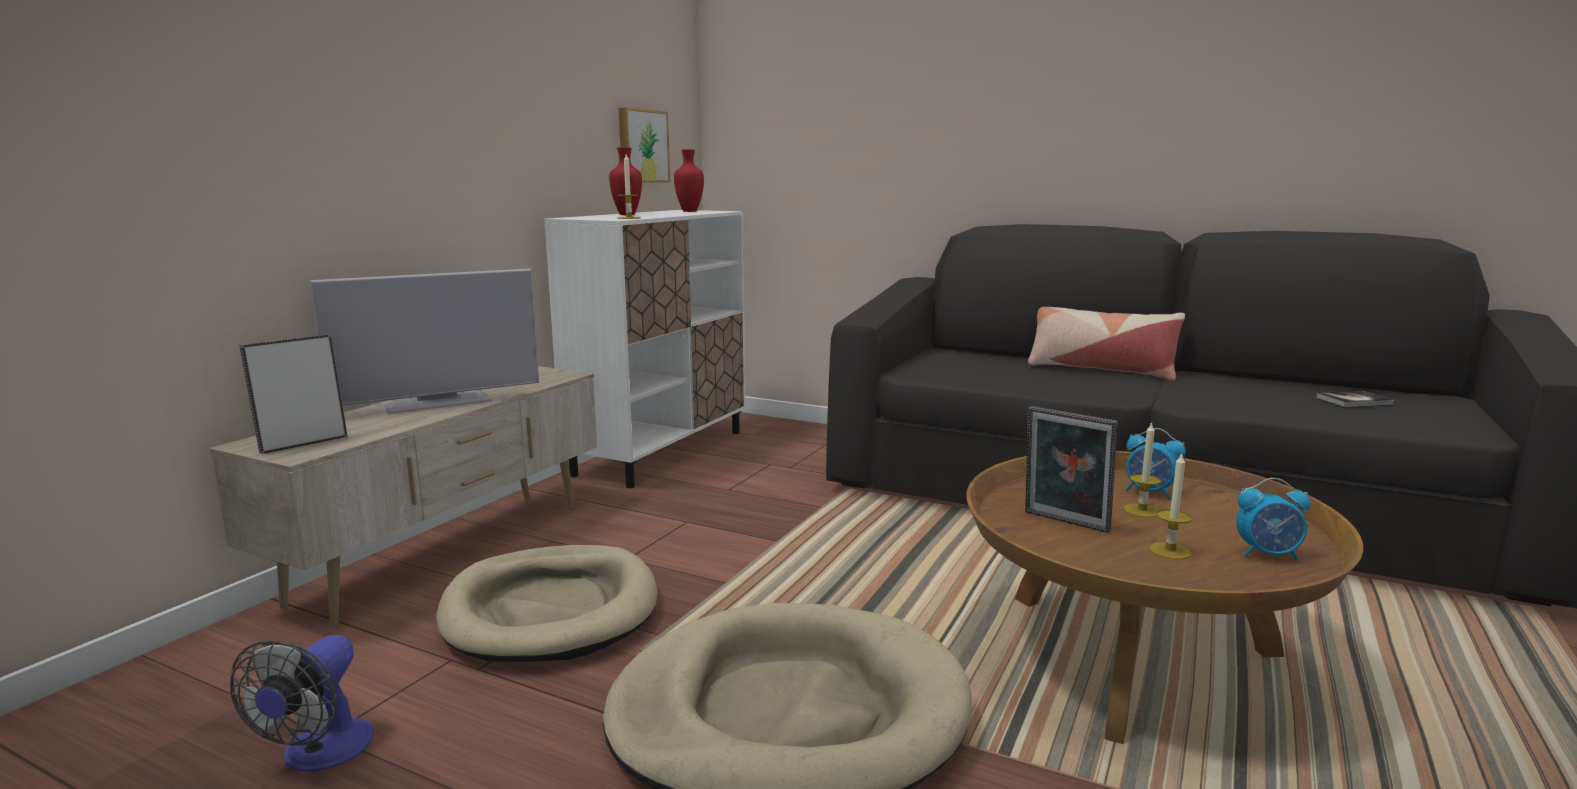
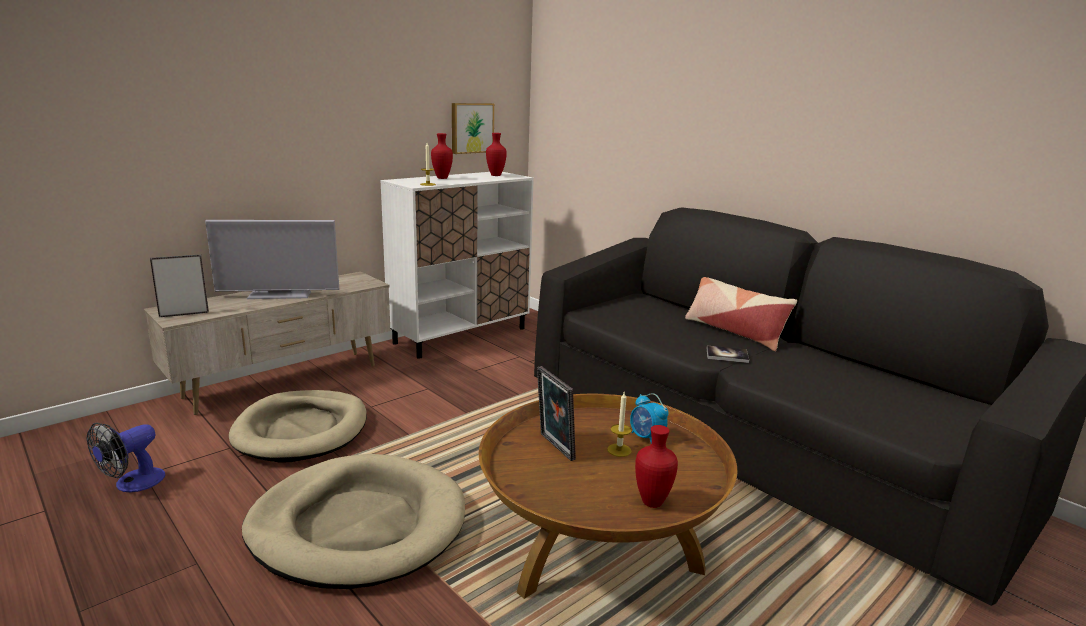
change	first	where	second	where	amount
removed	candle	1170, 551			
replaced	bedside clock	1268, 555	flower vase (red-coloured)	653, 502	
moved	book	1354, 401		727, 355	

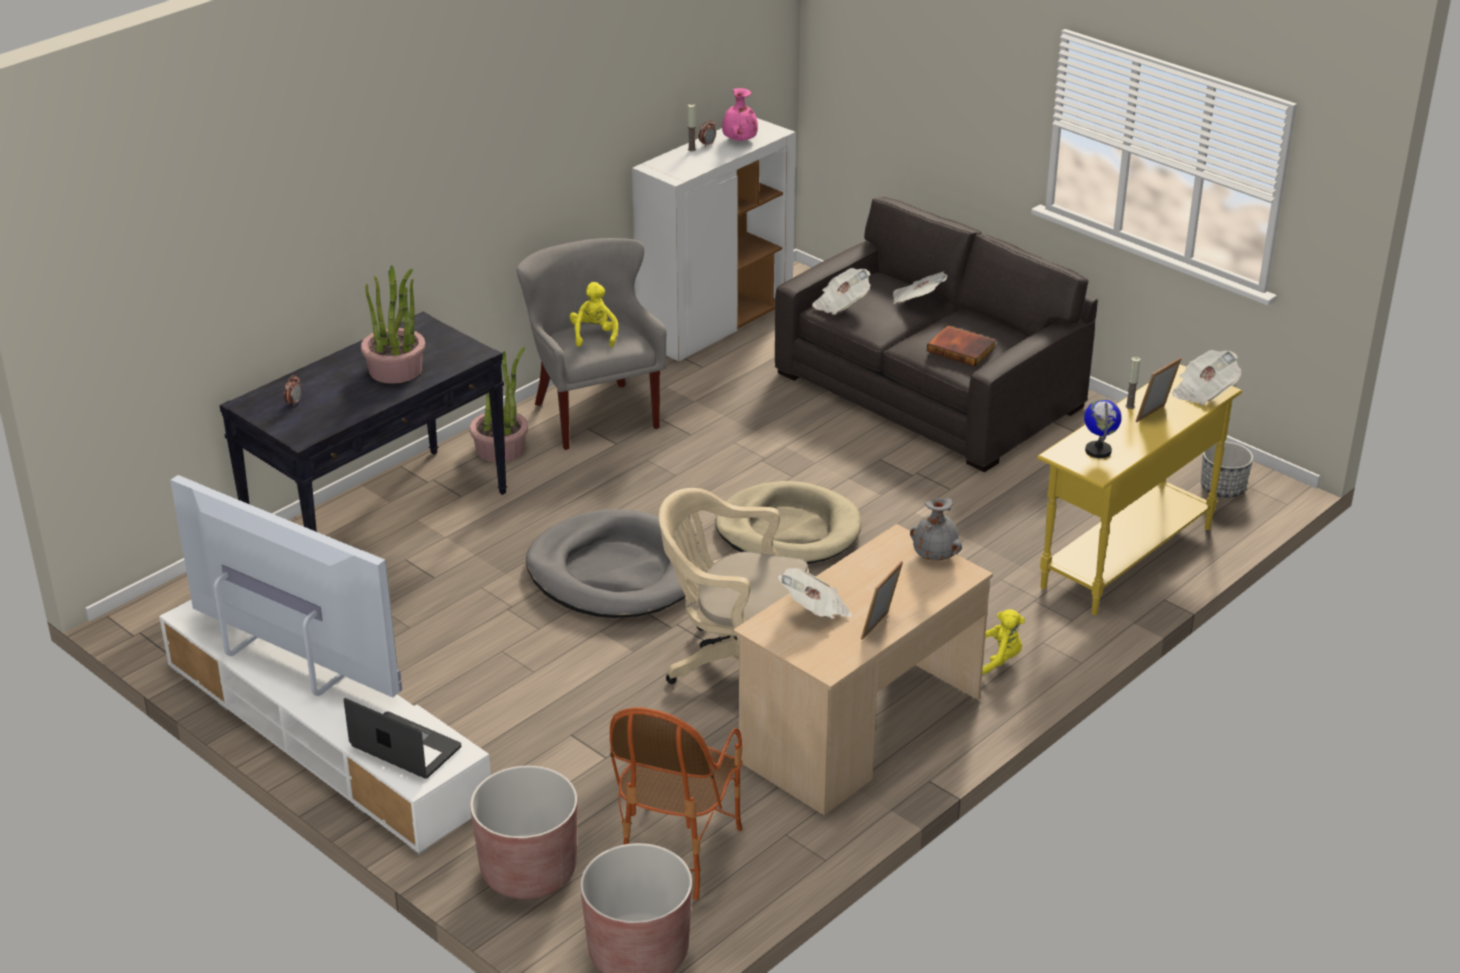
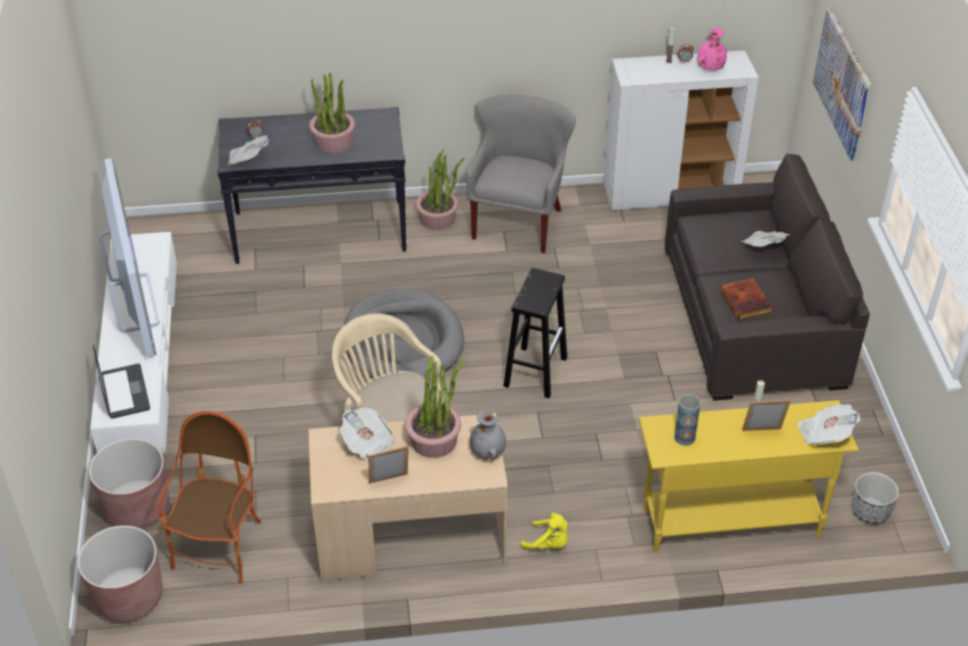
change	first	where	second	where	amount
removed	soft toy (yellowish)	594, 335			
turned	armchair	676, 851		220, 547	135 degrees clockwise
replaced	pet bed (beige-coloured)	788, 530	stool seat (black-coloured)	535, 371	
moved	printed paper	841, 305		248, 159	
replaced	world globe	1098, 451	flower vase	684, 437	
added			plant in a pot	434, 440	
added			picture	842, 83	

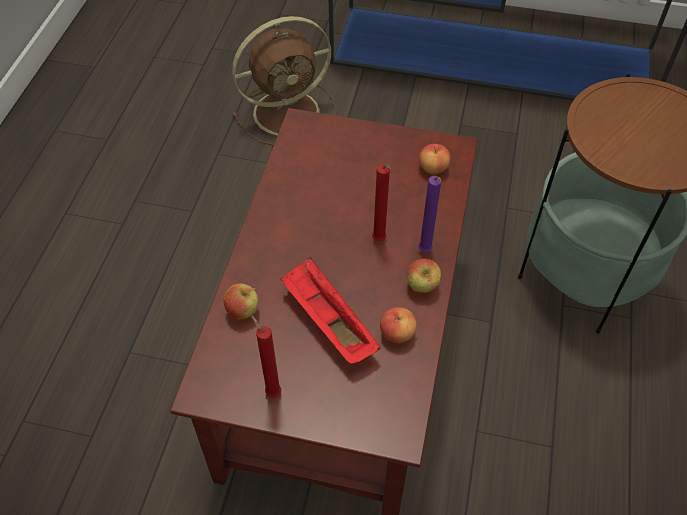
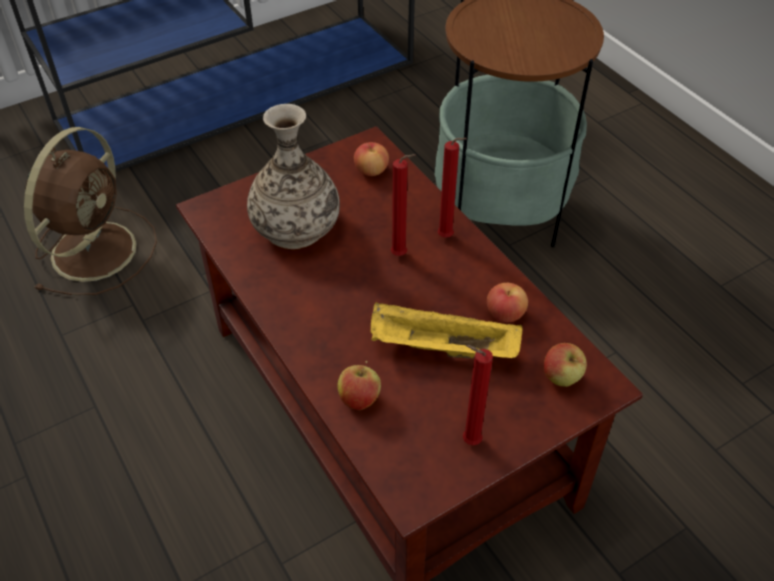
change	first	where	second	where	amount
recoloured	carrying tray (red-coloured)	327, 321	carrying tray (yellowish)	441, 349	
moved	apple fruit	422, 286		561, 378	
recoloured	candle (purplish)	425, 252	candle (red-coloured)	447, 237	
added			flower vase	295, 227	

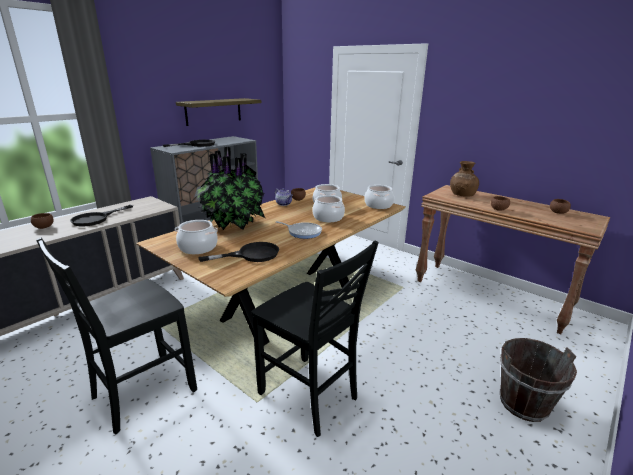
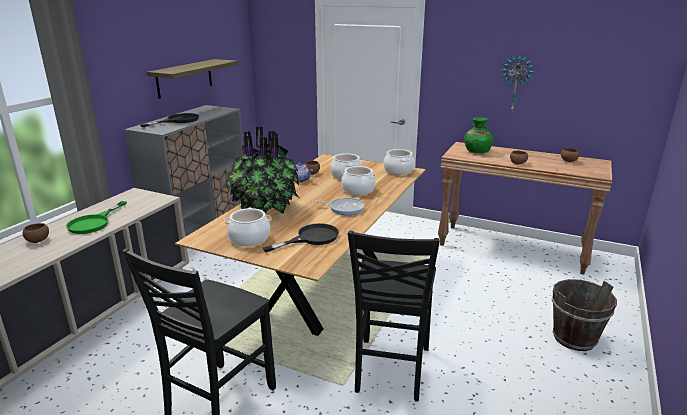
change	first	where	second	where	amount
recoloured	skillet (black-coloured)	96, 219	skillet (green-coloured)	94, 222	
turned	chair (black-coloured)	310, 396		390, 370	75 degrees clockwise
recoloured	flower vase (brown-coloured)	462, 194	flower vase (green-coloured)	476, 151	
added			wall clock	516, 83	

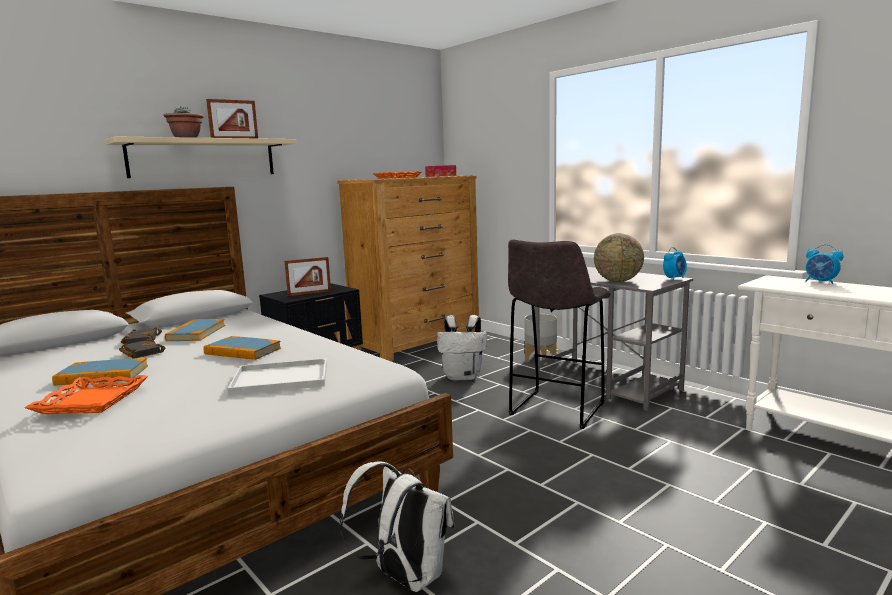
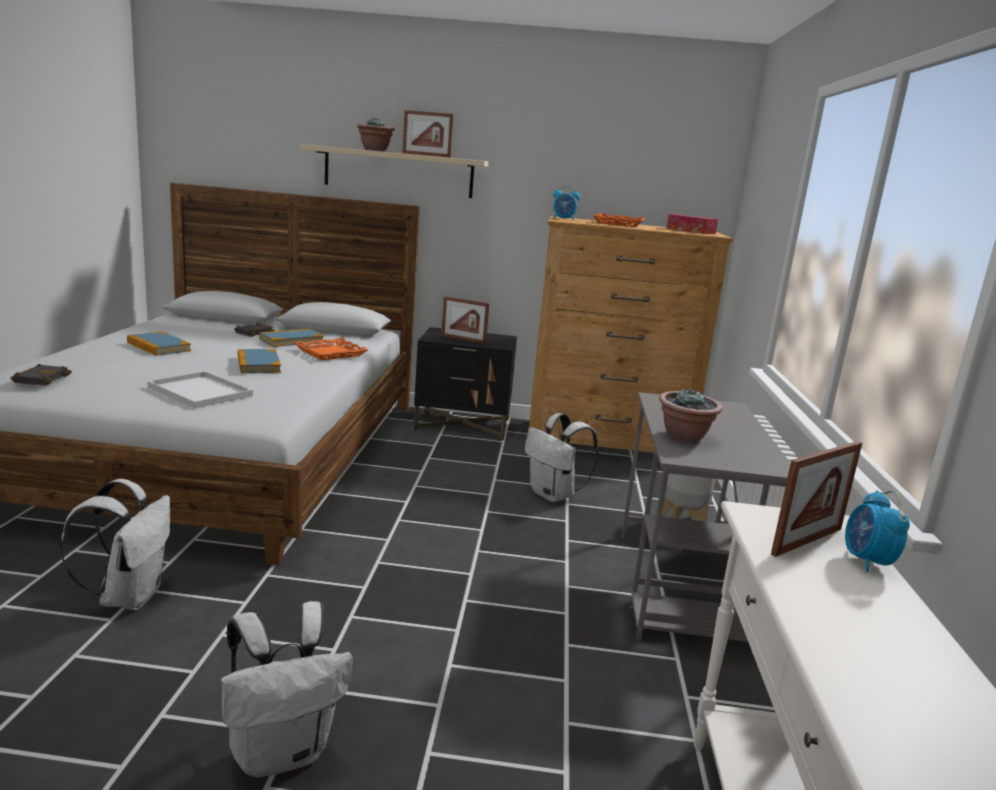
change	first	where	second	where	amount
moved	carrying tray (orange-coloured)	91, 401		330, 353	
moved	book (black-coloured)	140, 353		41, 379	
removed	stool seat (gray)	556, 410			
replaced	world globe	618, 281	plant in a pot	684, 437	
moved	bedside clock	674, 278		564, 219	
added			knapsack (white)	282, 752	
added			picture frame	807, 541	

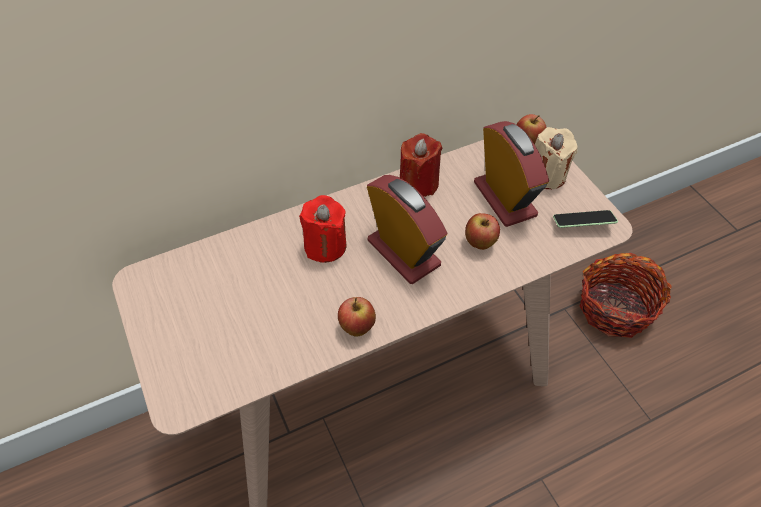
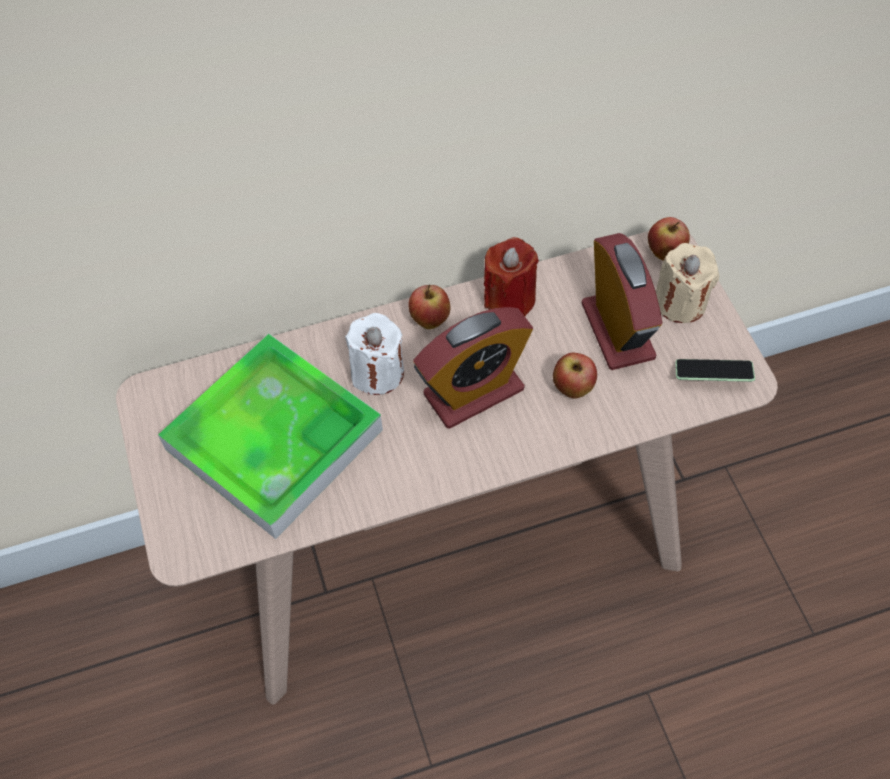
change	first	where	second	where	amount
recoloured	candle (red-coloured)	325, 246	candle (white)	377, 373	
moved	apple fruit	357, 327		430, 320	
turned	bedside clock	403, 253		473, 392	90 degrees clockwise
removed	household basket	614, 309			
added			carrying tray	274, 439	

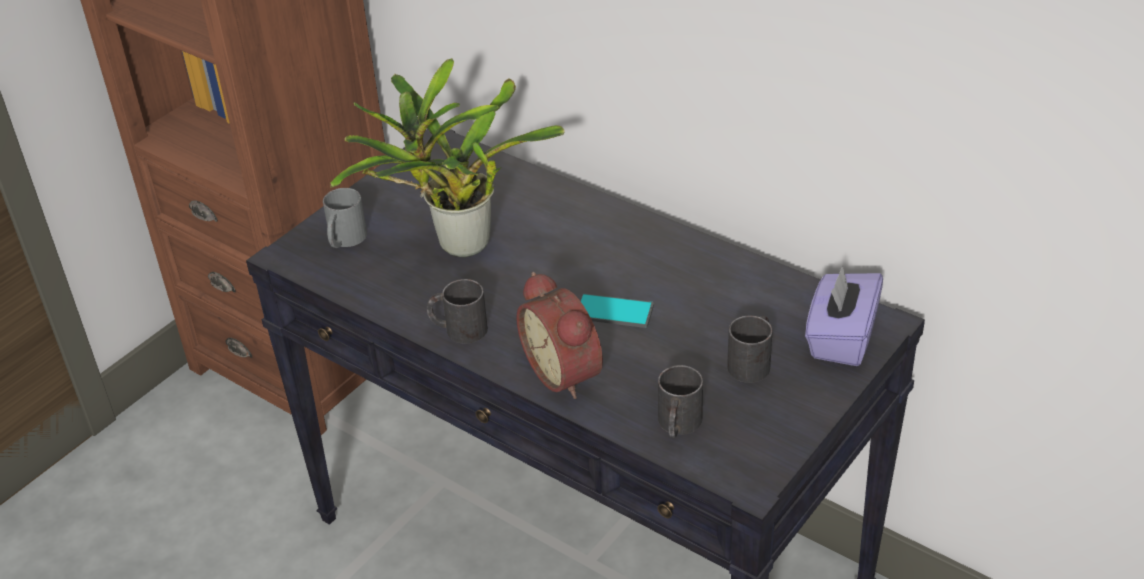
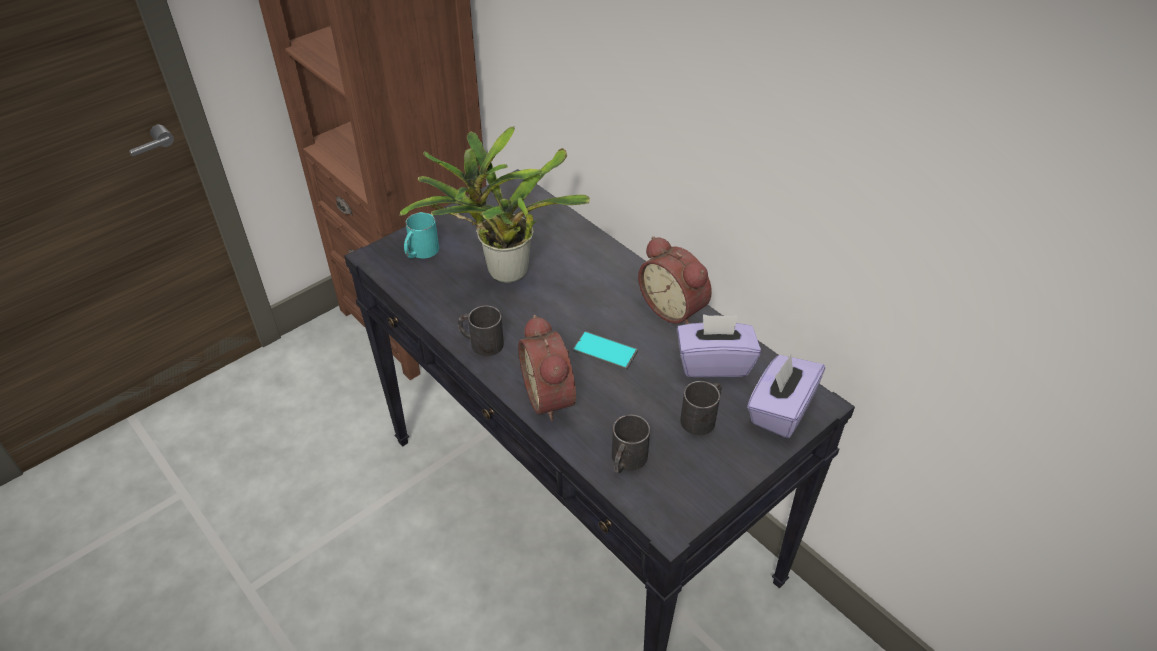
change	first	where	second	where	amount
recoloured	tea mug (gray)	344, 240	tea mug (turquoise-coloured)	420, 252	
added			bedside clock	675, 308	
added			tissue box (purplish)	714, 363	

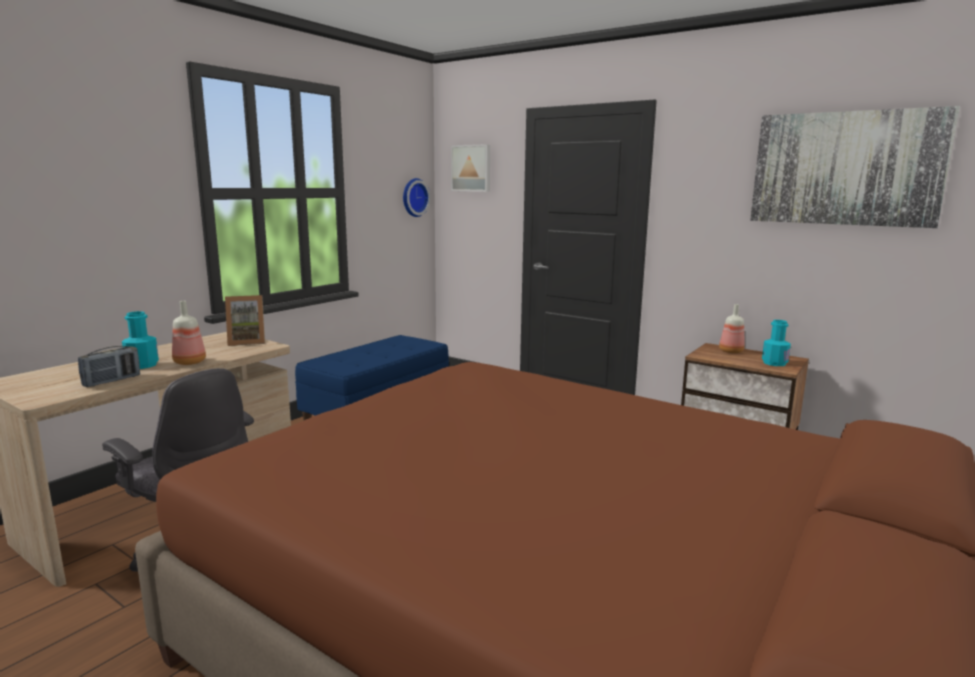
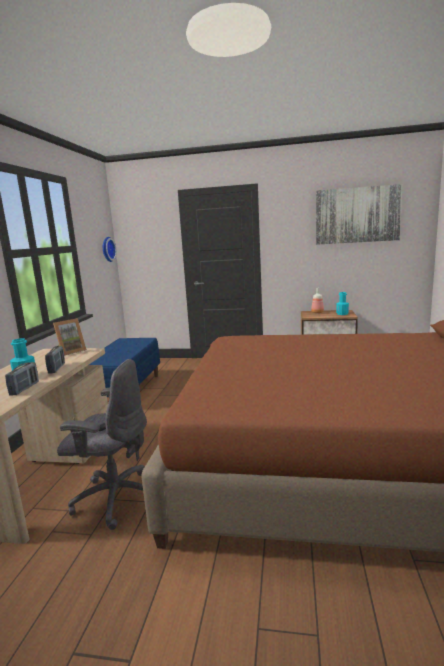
change	first	where	second	where	amount
replaced	drink bottle	189, 362	radio receiver	57, 368	
removed	picture	471, 168			

